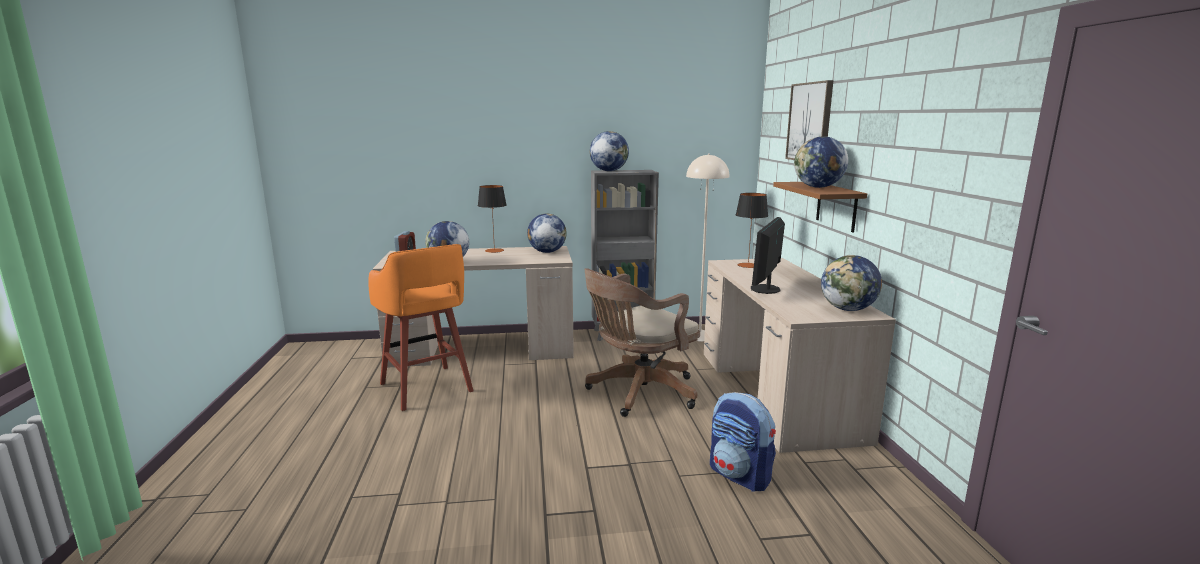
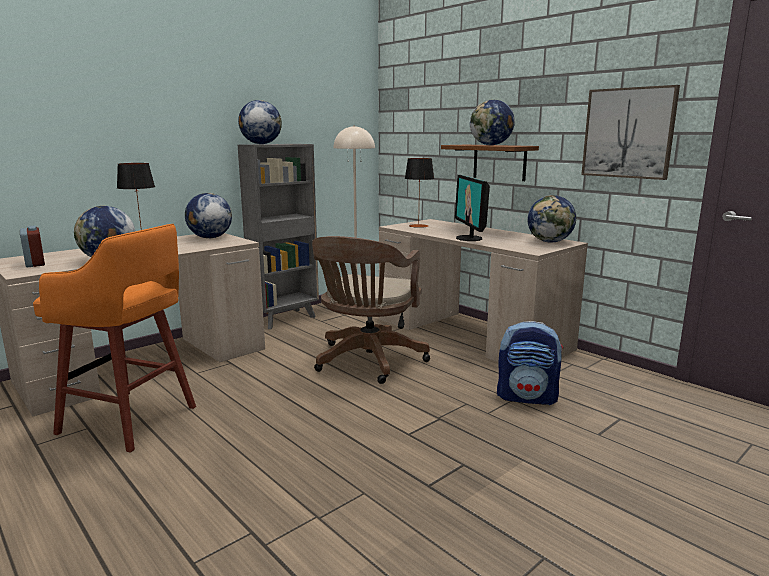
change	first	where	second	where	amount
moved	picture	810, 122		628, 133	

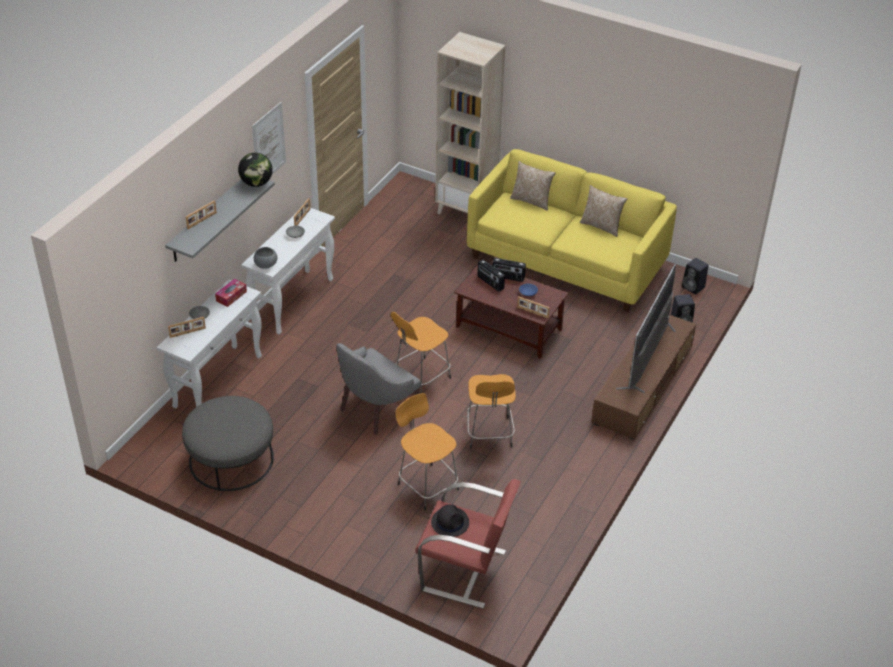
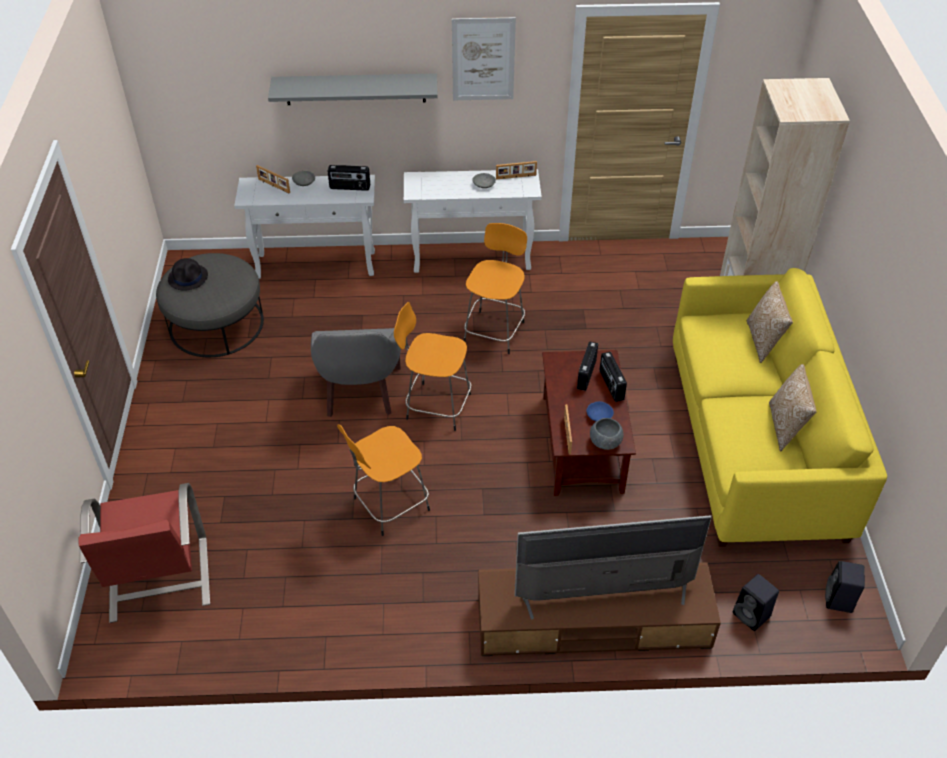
change	first	where	second	where	amount
removed	picture frame	202, 221			
replaced	tissue box	231, 296	radio receiver	350, 187	
removed	world globe	256, 183			
moved	bowl (gray)	266, 264		605, 442	
turned	armchair (gray)	375, 409		359, 392	105 degrees counterclockwise
moved	stool seat (orange-coloured)	426, 485		495, 330	
moved	clothing hat (black-coloured)	450, 522		188, 277	

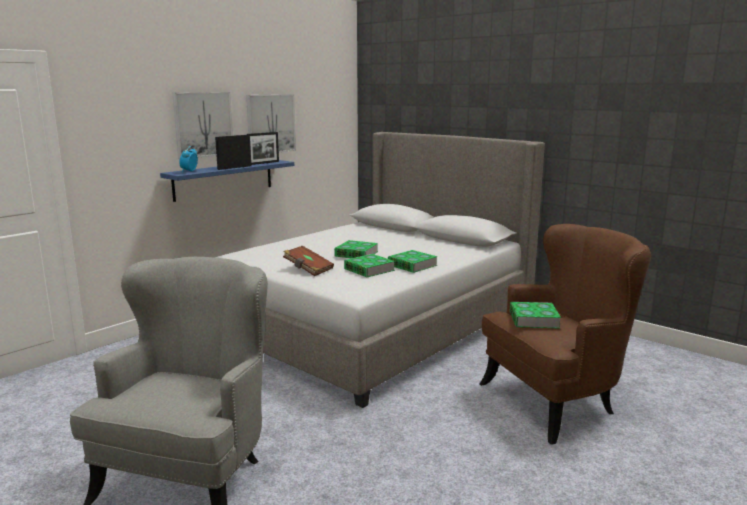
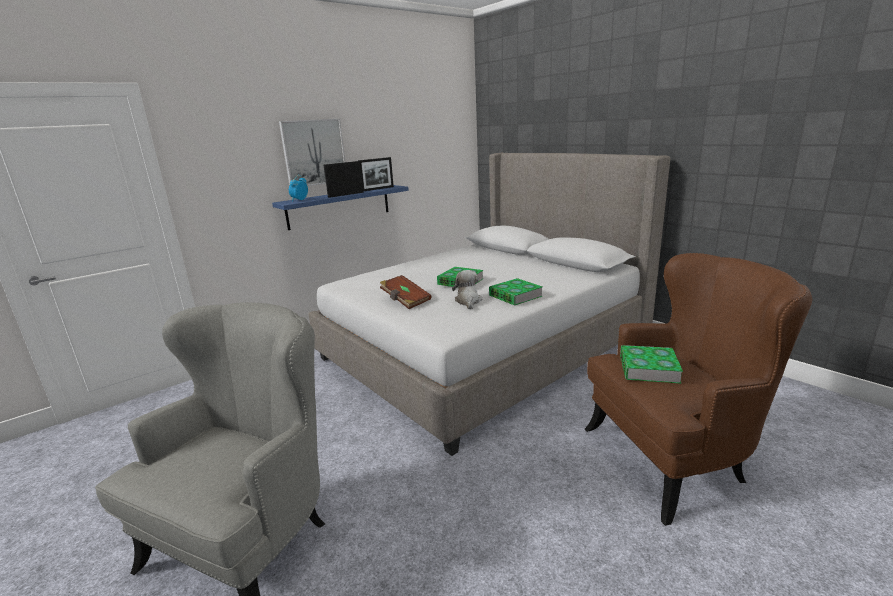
change	first	where	second	where	amount
removed	picture	270, 123			
replaced	book	369, 269	soft toy	468, 301	

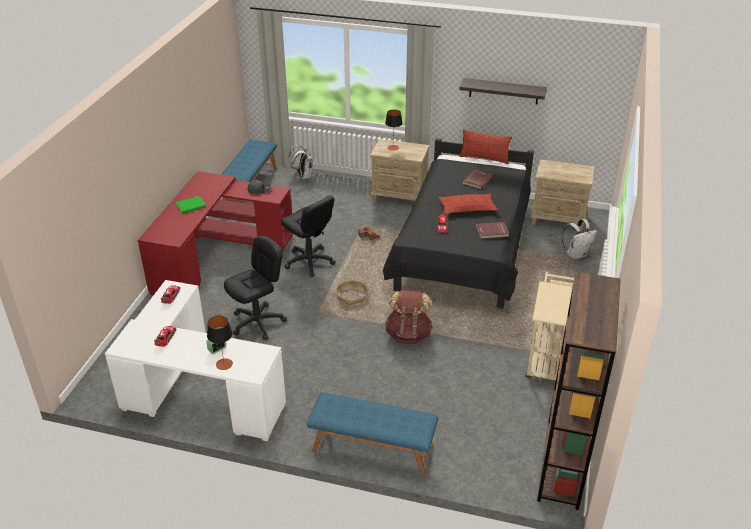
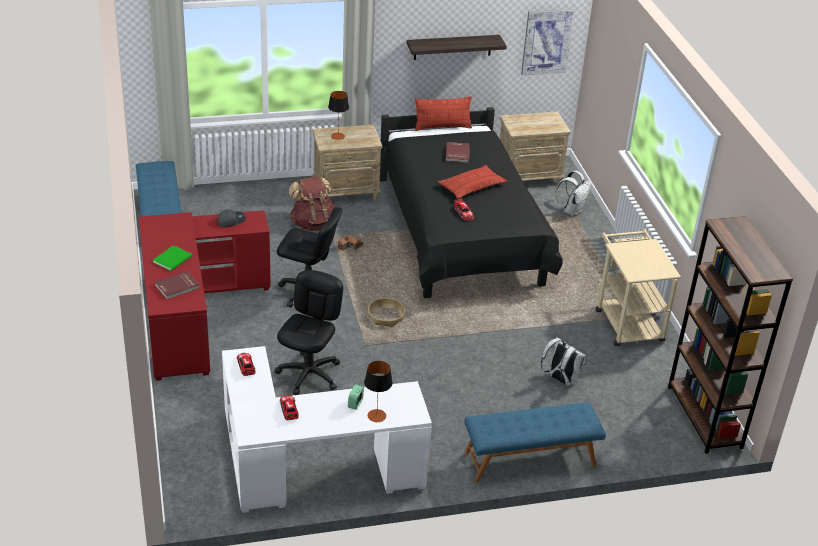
change	first	where	second	where	amount
moved	knapsack (white)	303, 176		560, 379	
moved	knapsack (brown-coloured)	408, 335		313, 223	
moved	book (red-coloured)	492, 231		177, 287	
added			picture	546, 41	

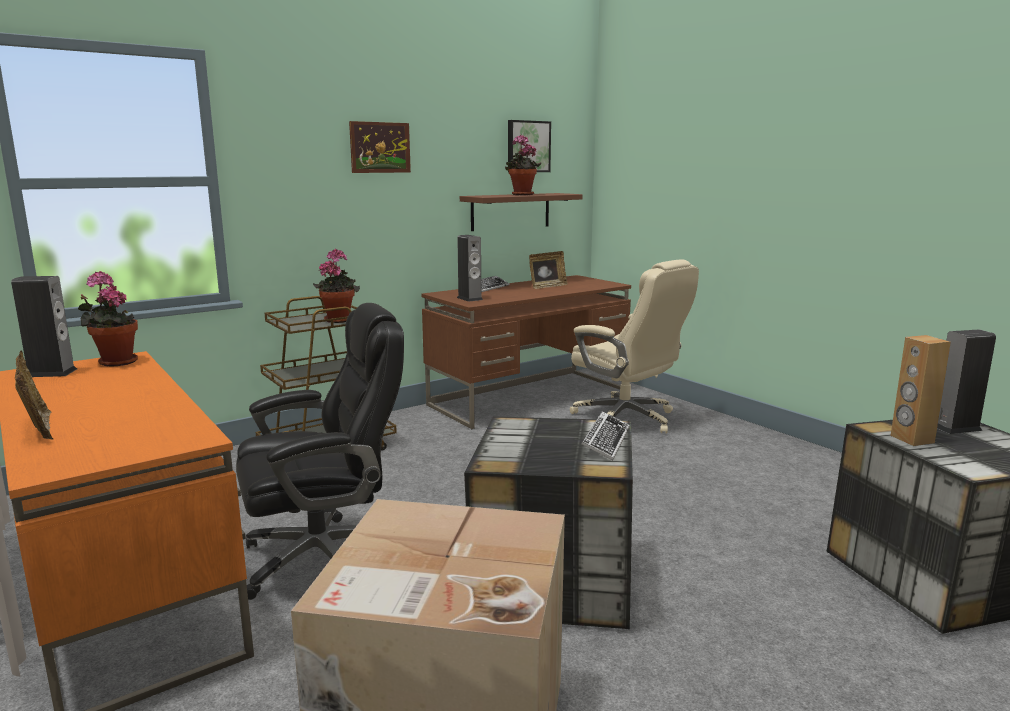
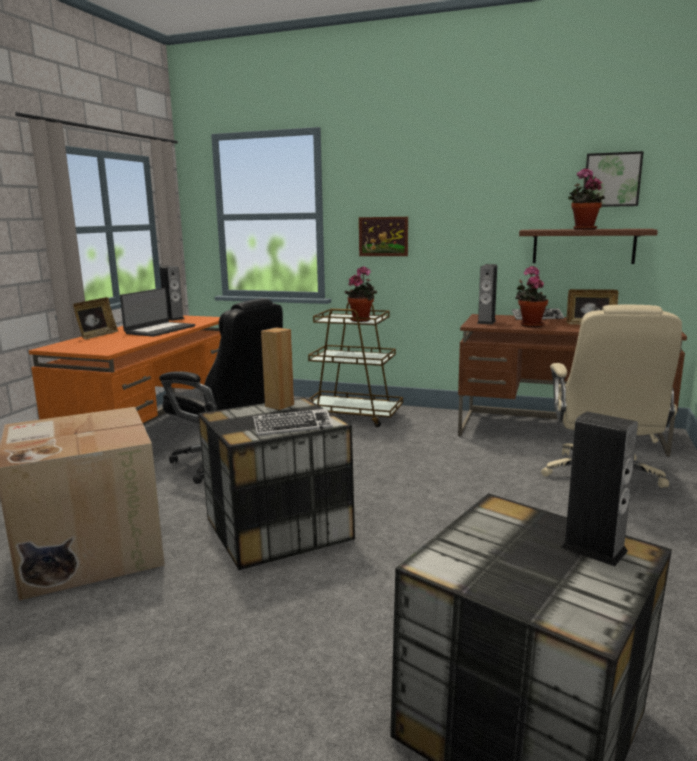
change	first	where	second	where	amount
moved	plant in a pot	115, 362		530, 325	
moved	picture	380, 147		383, 236	
moved	loudspeaker (brown-coloured)	911, 439		279, 405	
added			portable computer	159, 330	

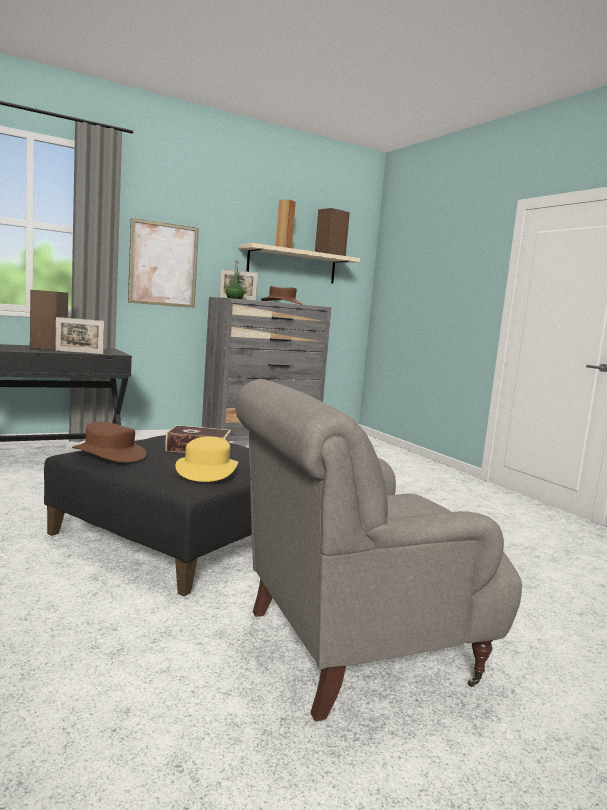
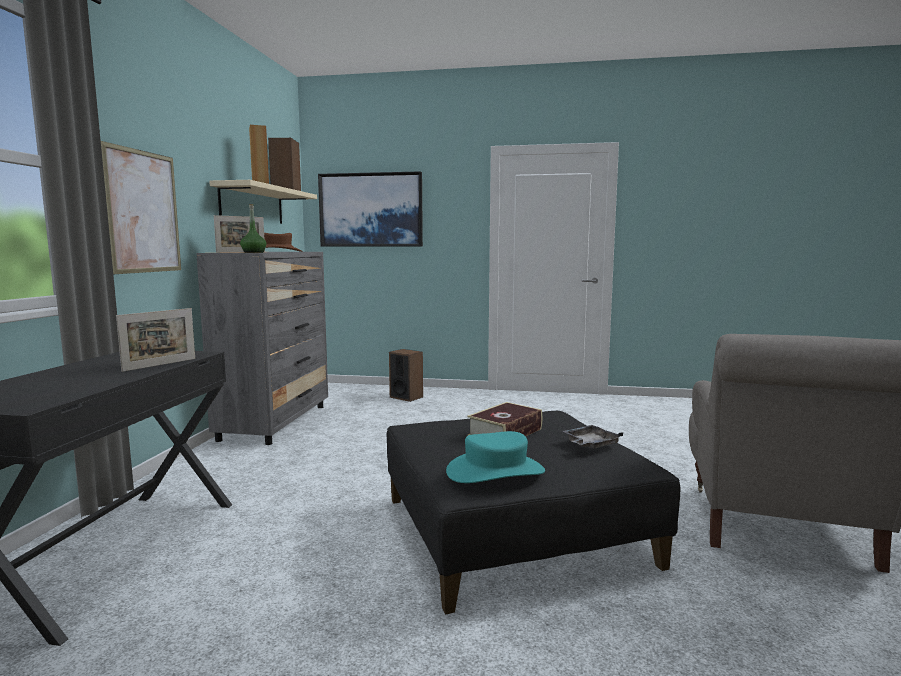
change	first	where	second	where	amount
moved	loudspeaker	49, 348		406, 397	
recoloured	clothing hat (brown-coloured)	109, 453	clothing hat (turquoise-coloured)	495, 471	
replaced	clothing hat (yellowish)	207, 470	carrying tray (gray)	590, 444	
added			picture	371, 210	

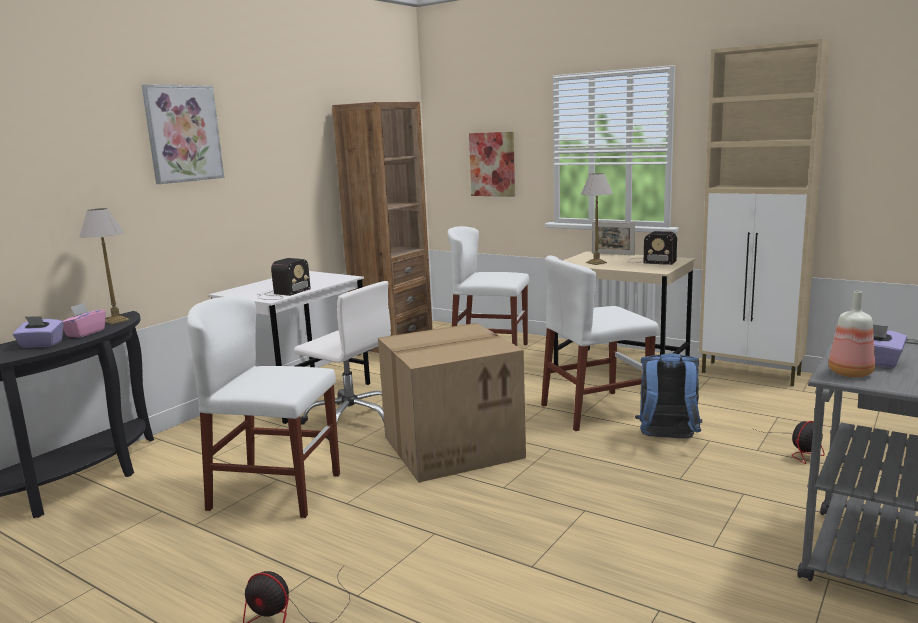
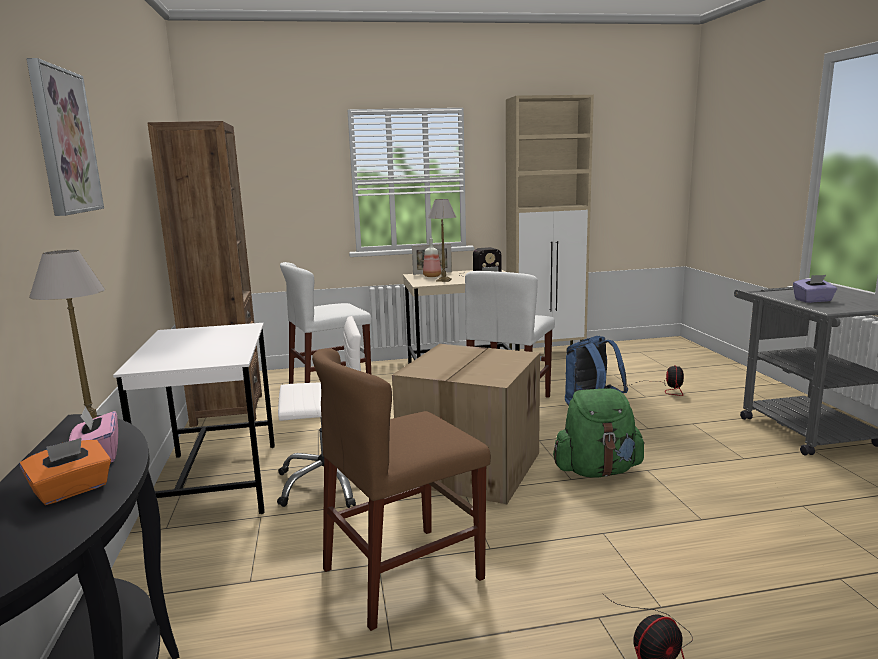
change	first	where	second	where	amount
recoloured	tissue box (purplish)	41, 345	tissue box (orange-coloured)	72, 490	
recoloured	chair (white)	276, 491	chair (brown-coloured)	403, 573	
removed	radio receiver	282, 294			
removed	picture	492, 164			
moved	drink bottle	852, 373		432, 276	
added			knapsack (green-coloured)	597, 471	

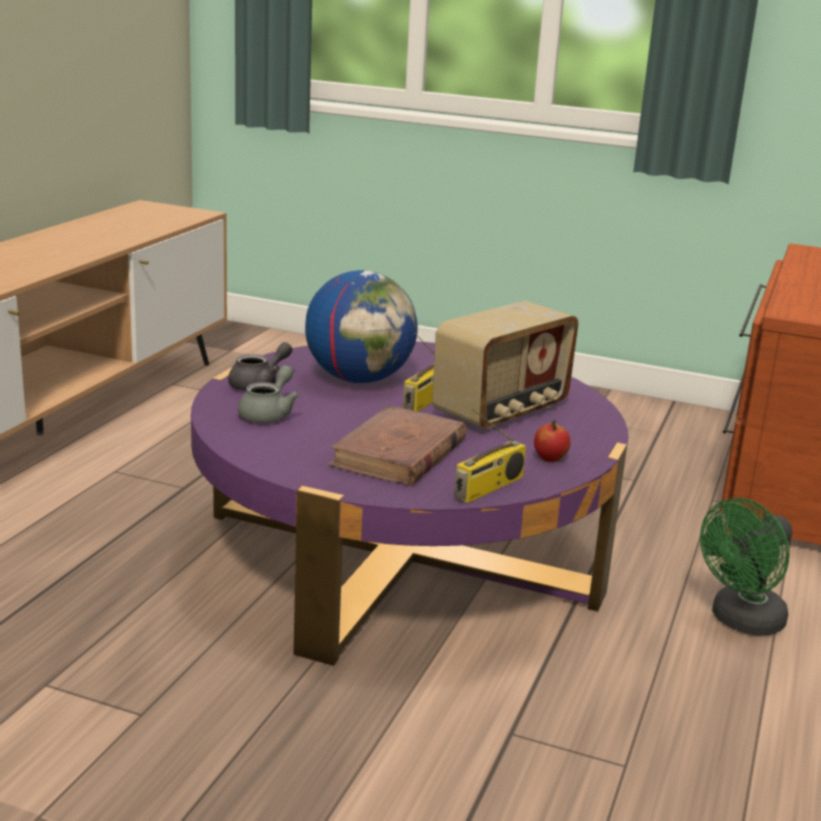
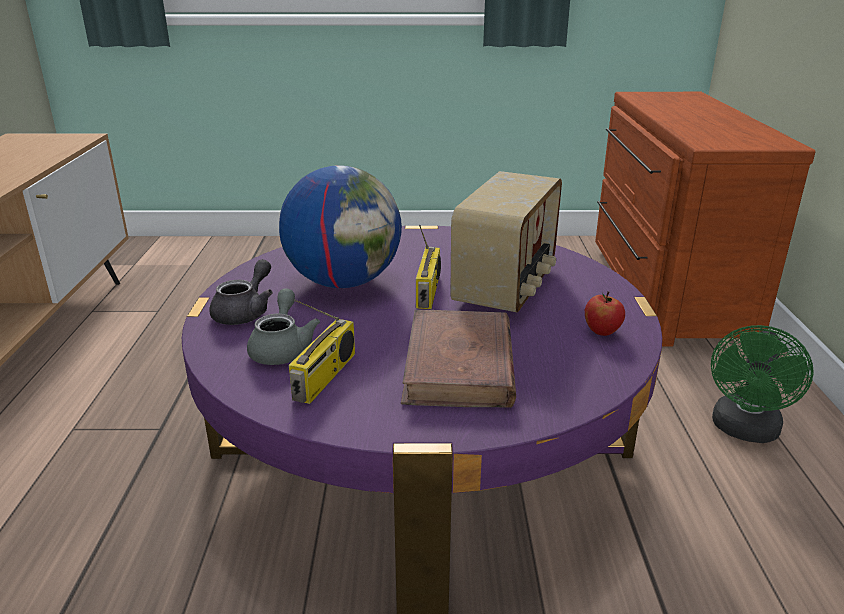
change	first	where	second	where	amount
moved	radio receiver	489, 488		325, 377	

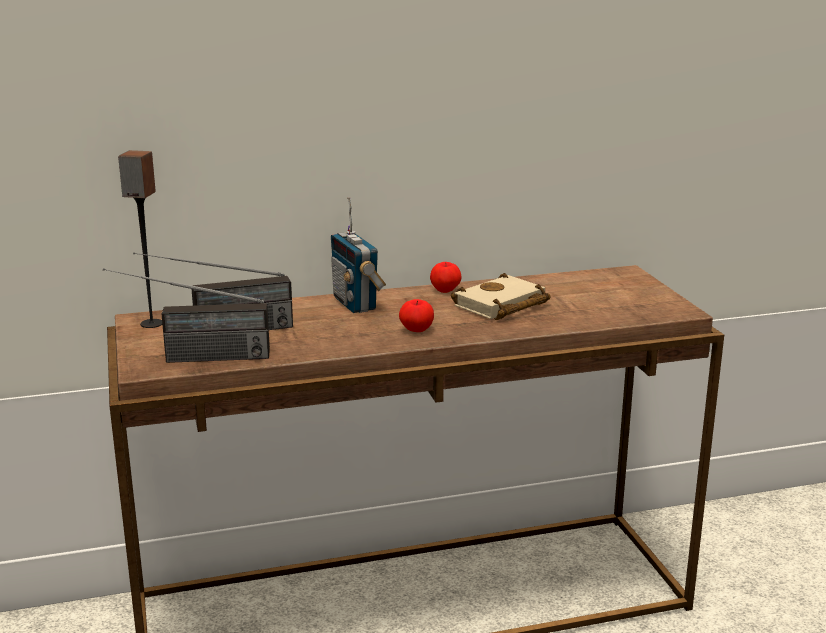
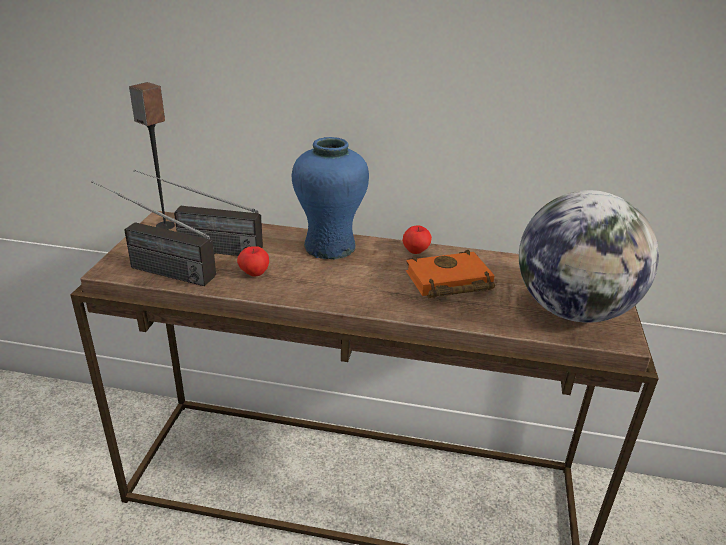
change	first	where	second	where	amount
replaced	radio receiver	356, 304	flower vase (blue-coloured)	329, 246	
moved	apple fruit	416, 330		254, 273	
recoloured	book (beige-coloured)	501, 306	book (orange-coloured)	447, 282	
added			world globe	573, 310	

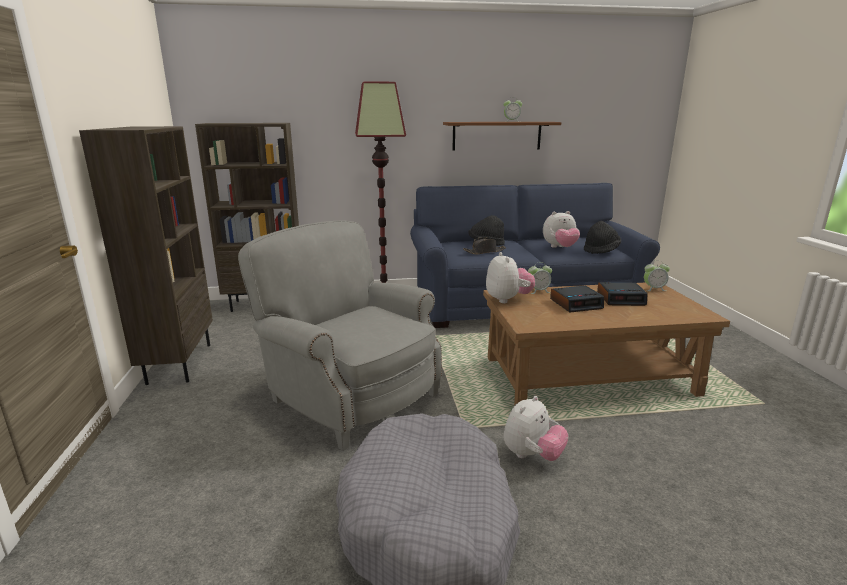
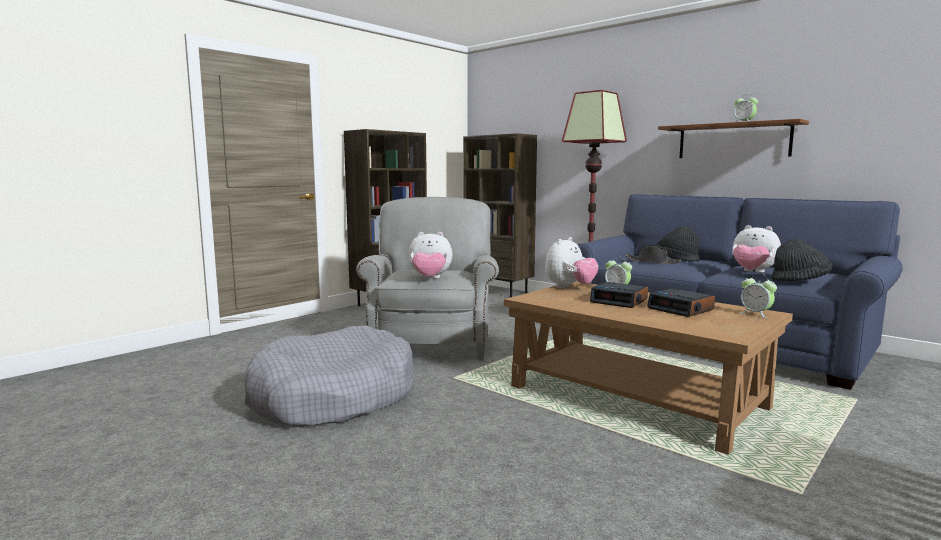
change	first	where	second	where	amount
moved	soft toy	532, 455		430, 279	

